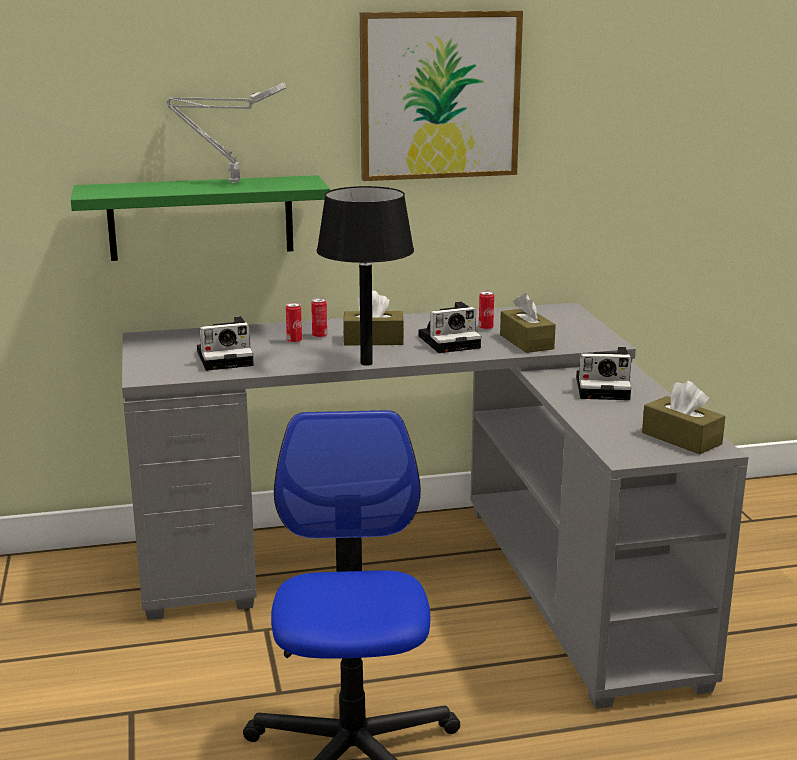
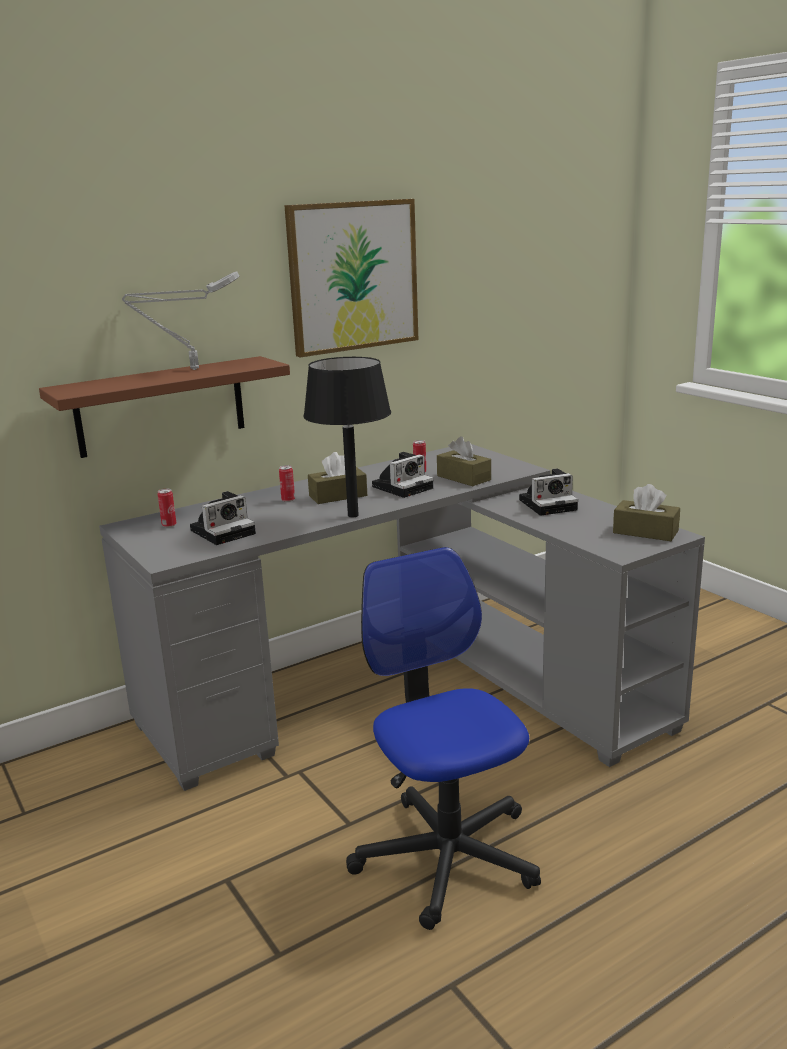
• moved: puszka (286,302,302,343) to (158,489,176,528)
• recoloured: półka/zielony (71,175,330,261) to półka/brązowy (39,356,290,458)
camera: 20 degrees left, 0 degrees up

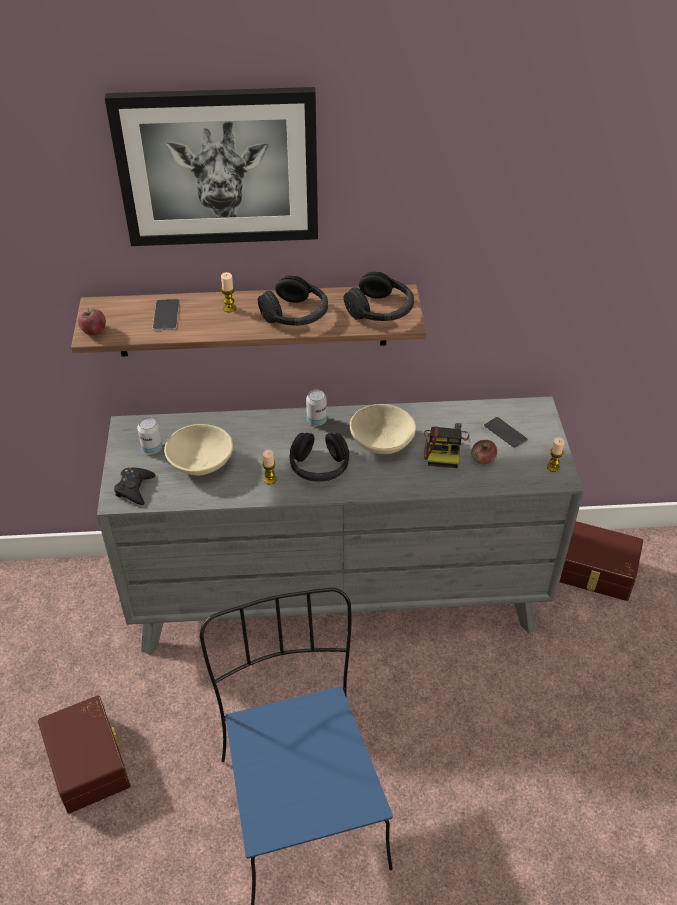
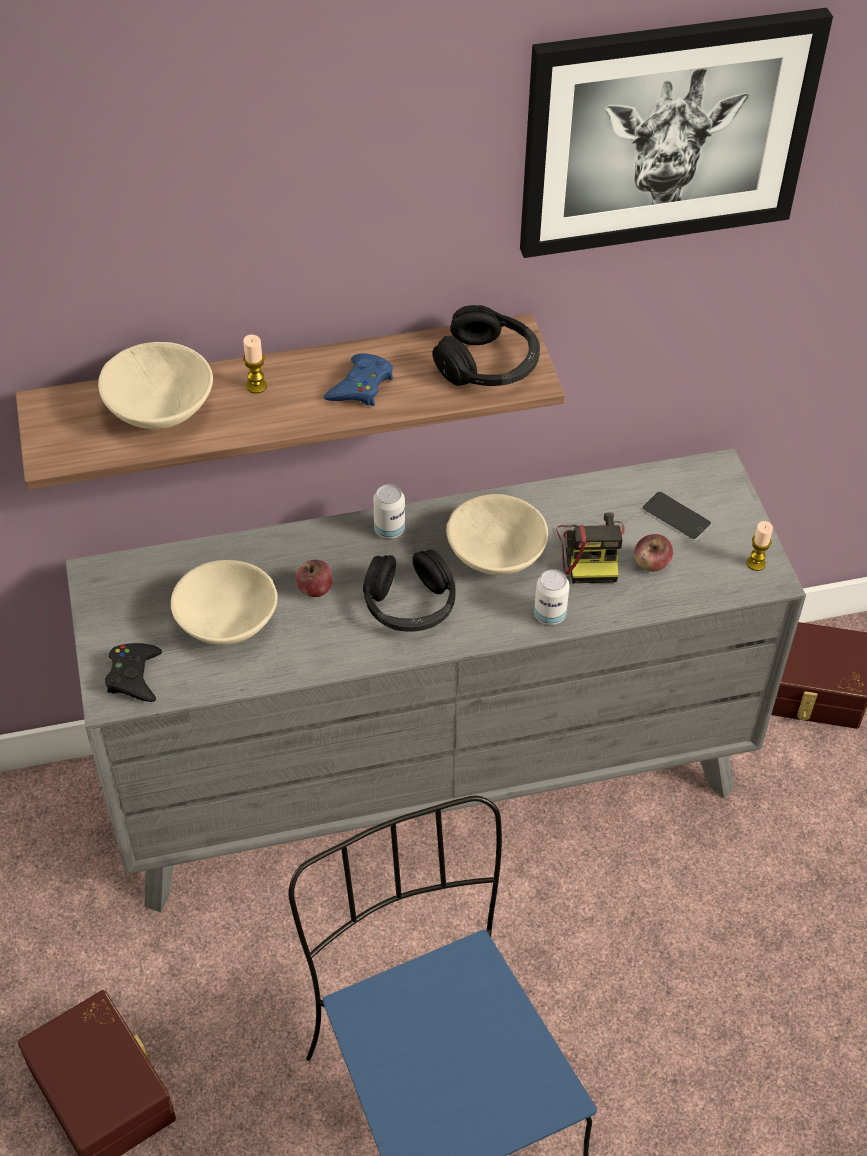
• removed: świeca (262,450,276,484)
• moved: jabłko (78,309,106,336) to (295,560,333,597)
• moved: obraz (105,87,318,246) to (520,8,833,258)
• moved: puszka (137,417,162,454) to (534,569,570,625)
• replaced: telefon (153,299,180,330) to miska/beżowy (98,342,213,429)
• replaced: słuchawki/czarny (258,275,328,326) to pad do gier/niebieski (324,354,393,406)
camera: 10 degrees left, 5 degrees up

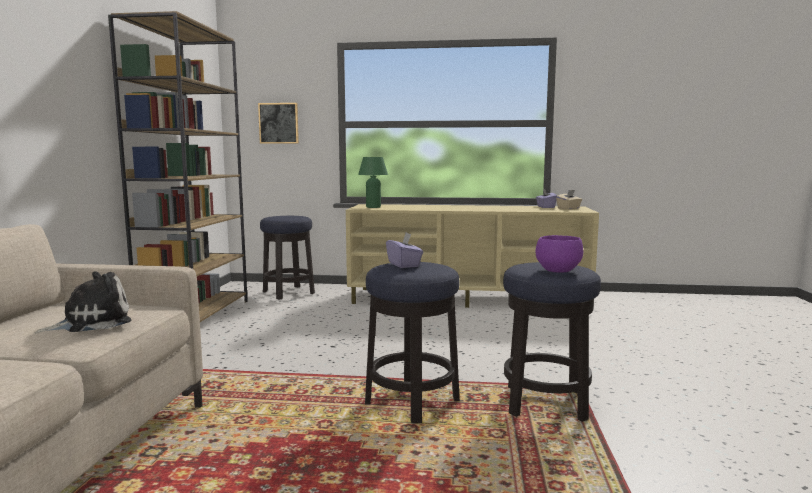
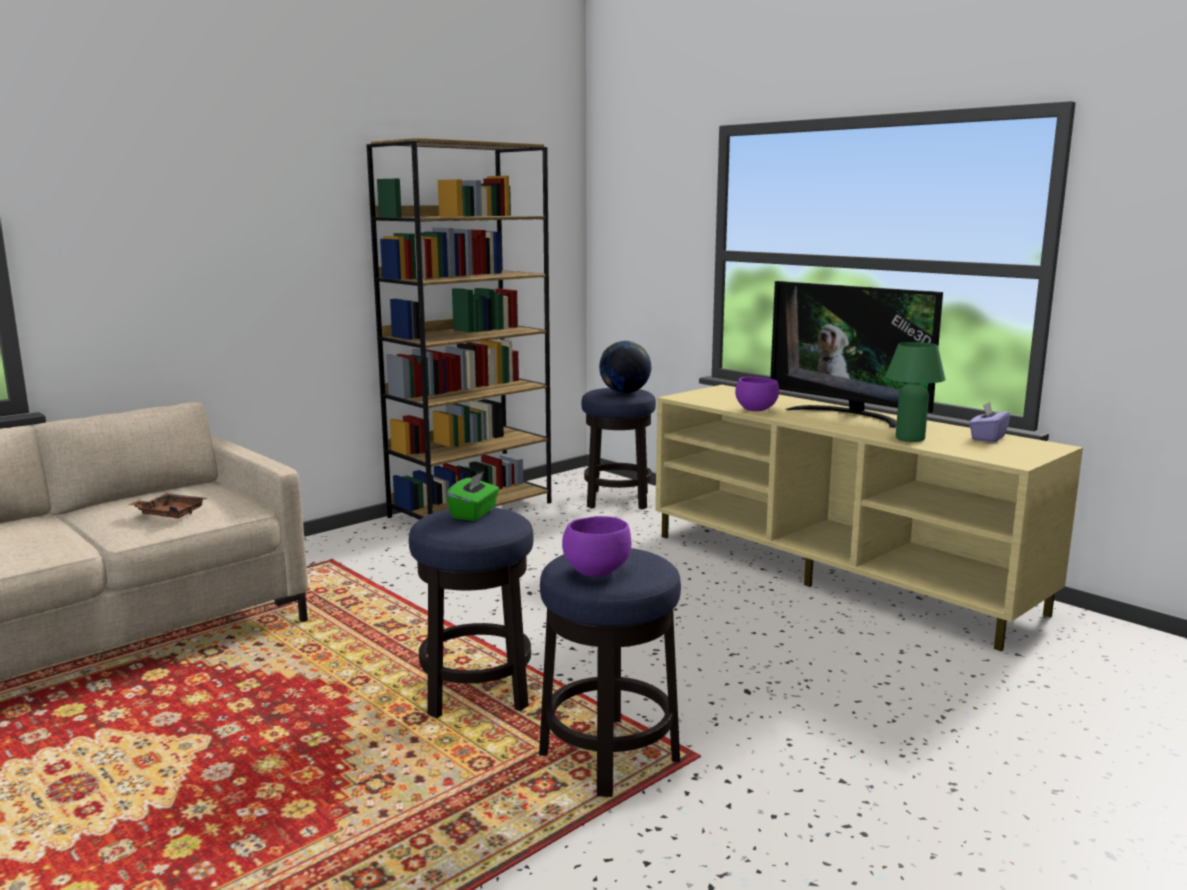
• removed: obraz (258,103,299,144)
• removed: pudełko chusteczek/beżowy (556,190,582,210)
• added: globus (599,341,652,393)
• added: miska/fioletowy (735,377,779,411)
• added: telewizor (770,281,943,428)
• moved: lampa stołowa/zielony (358,157,388,208) to (885,342,946,442)
• replaced: pluszak (34,271,131,333) to taca/brązowy (128,493,207,518)
• recoloured: pudełko chusteczek/fioletowy (386,233,423,268) to pudełko chusteczek/zielony (446,471,499,521)
camera: 40 degrees right, 5 degrees up

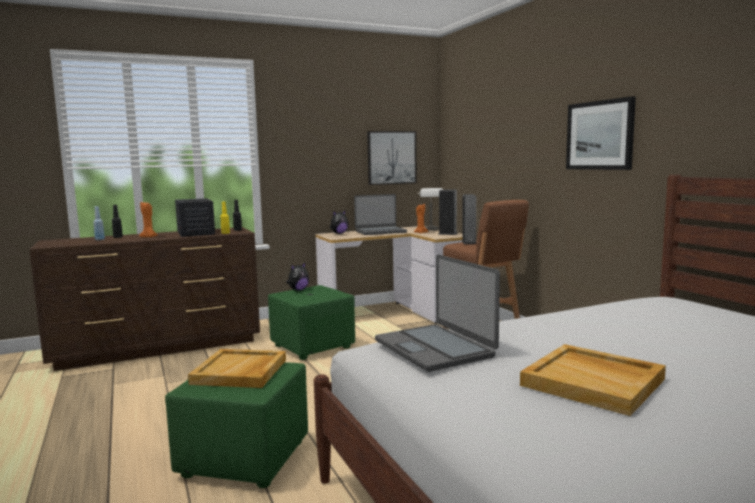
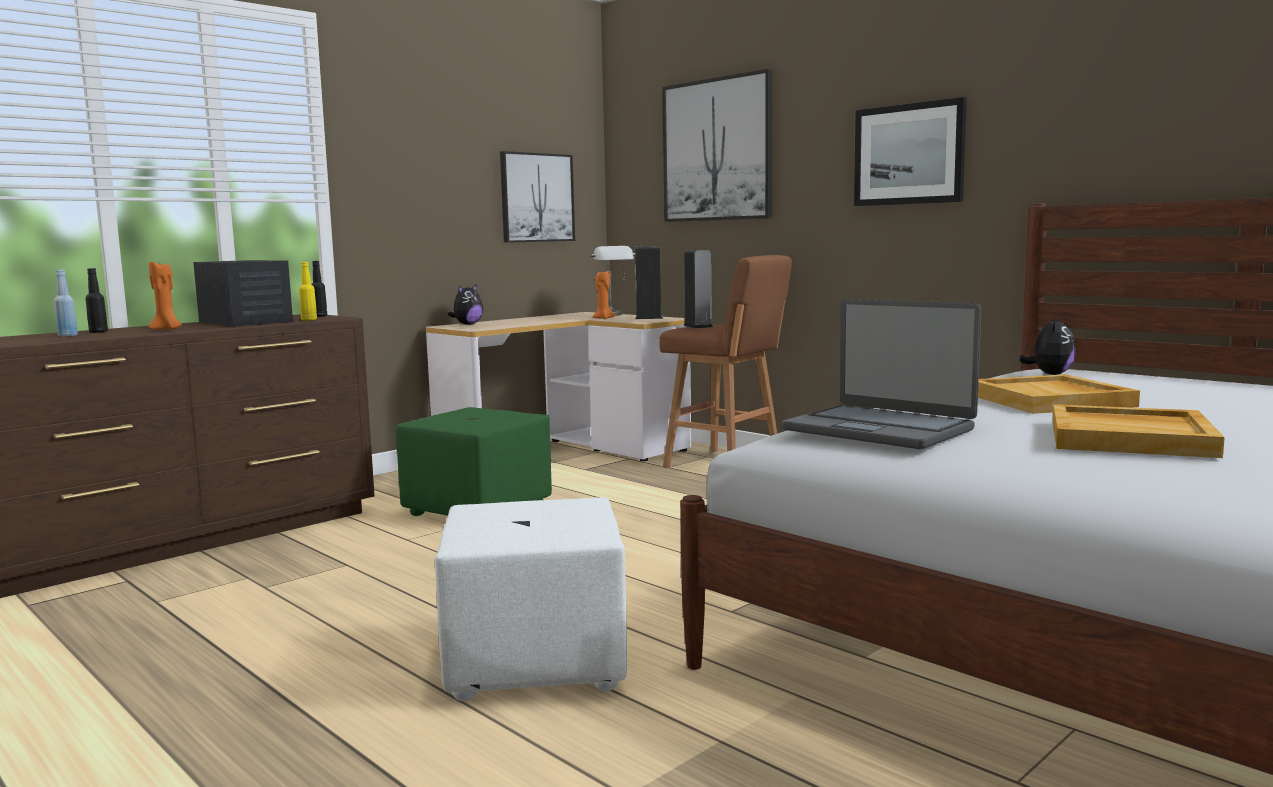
• removed: laptop (354,194,407,235)
• added: obraz (662,69,773,222)
• moved: taca/beżowy (188,349,286,388) to (978,374,1140,414)
• moved: pluszak (286,263,309,291) to (1019,315,1076,375)
• recoloured: pufa/zielony (165,362,308,488) to pufa/biały (435,497,627,701)
camera: 20 degrees left, 0 degrees up

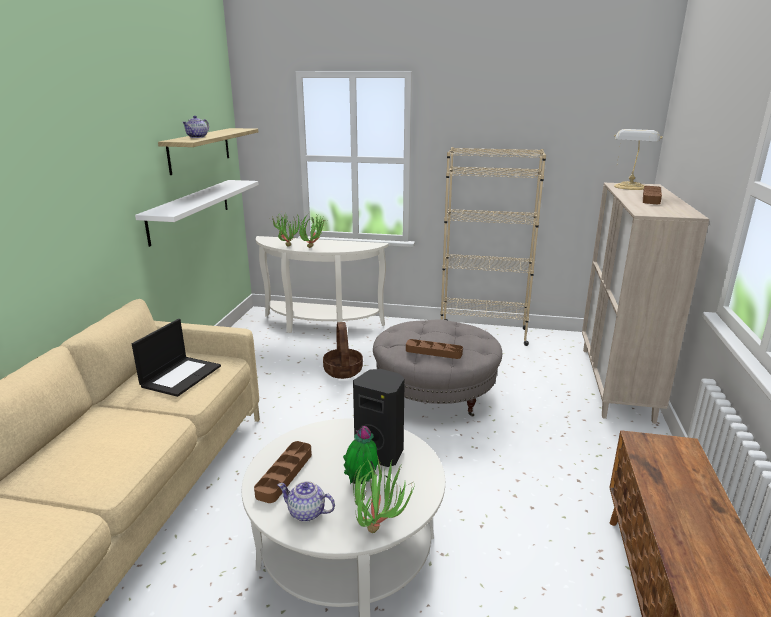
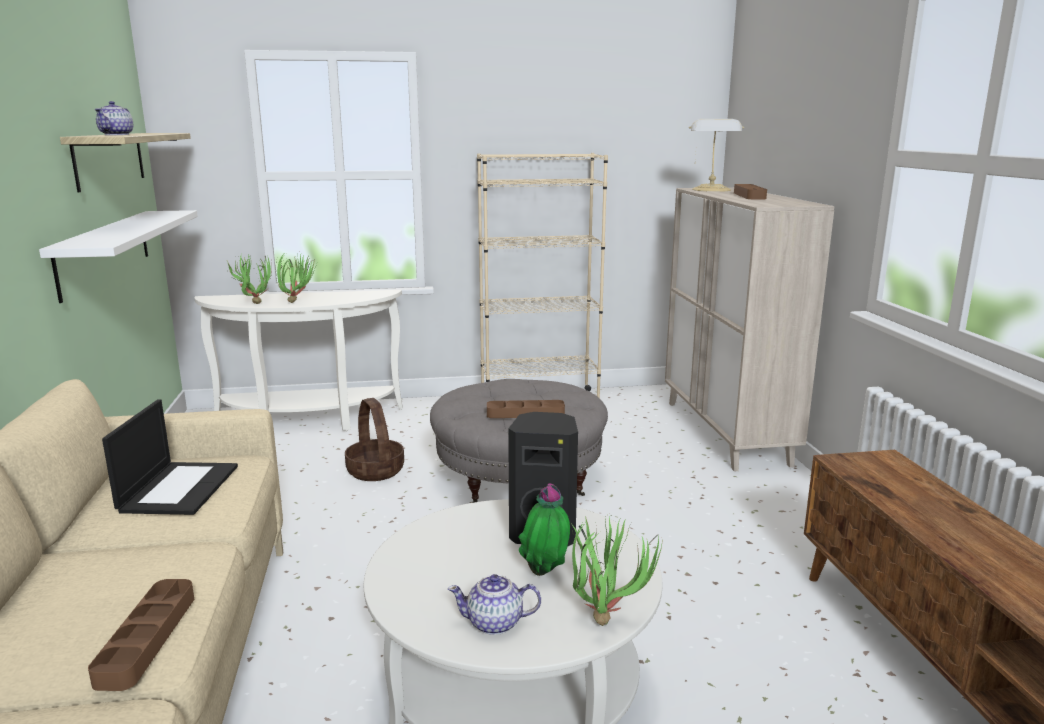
• moved: taca/brązowy (254,441,312,503) to (88,579,194,691)
camera: 20 degrees left, 5 degrees down

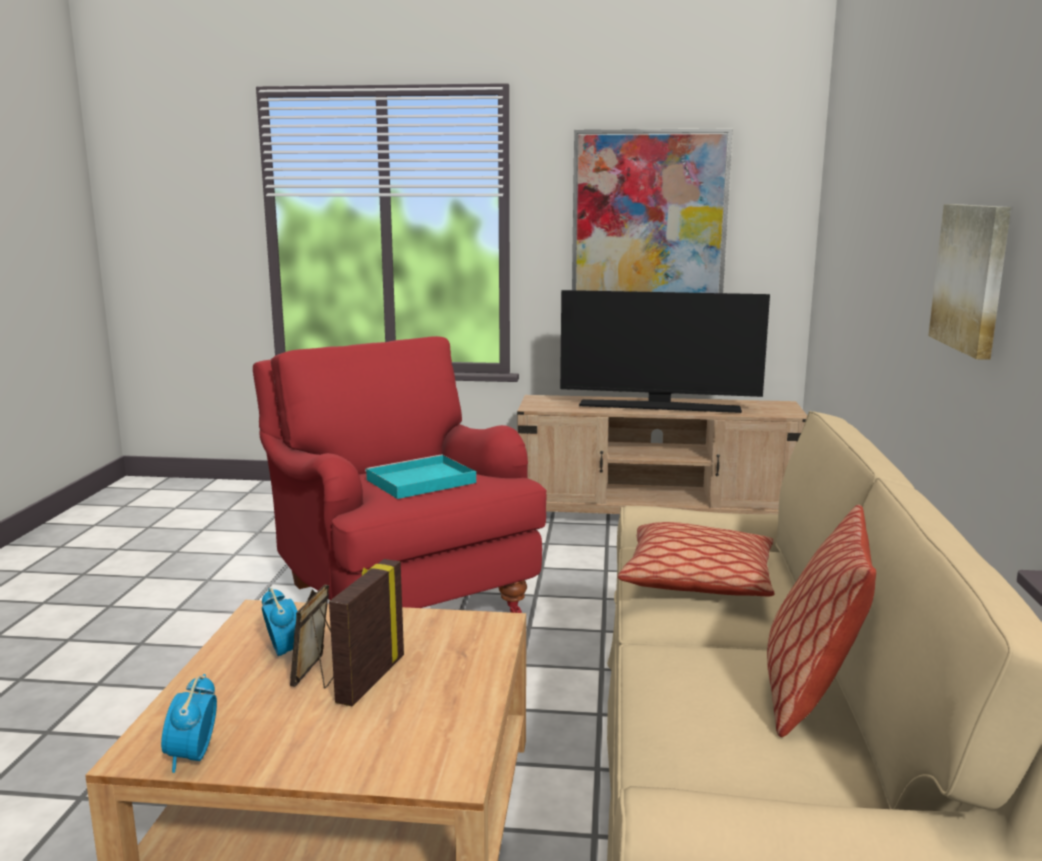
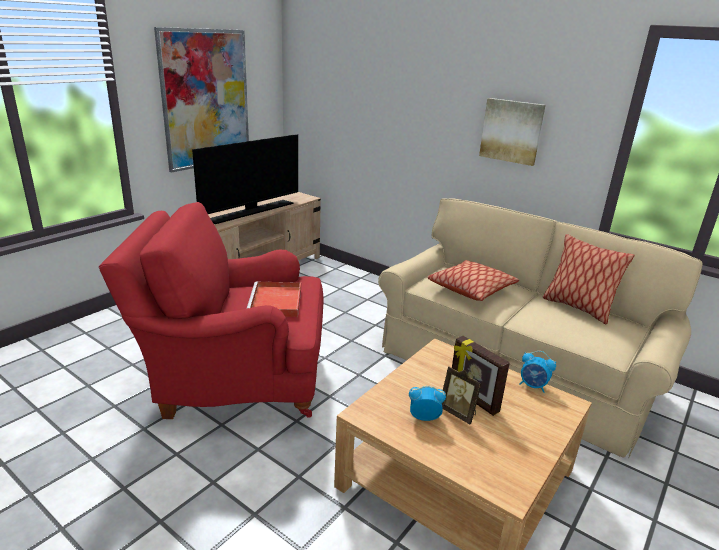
• moved: budzik (161,674,217,773) to (519,351,556,393)
• recoloured: taca/turkusowy (365,454,476,499) to taca/czerwony (247,281,301,317)
camera: 60 degrees left, 10 degrees up

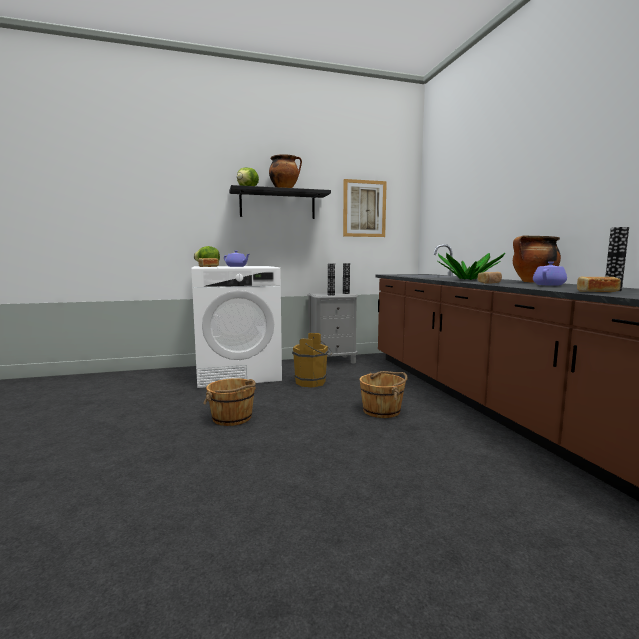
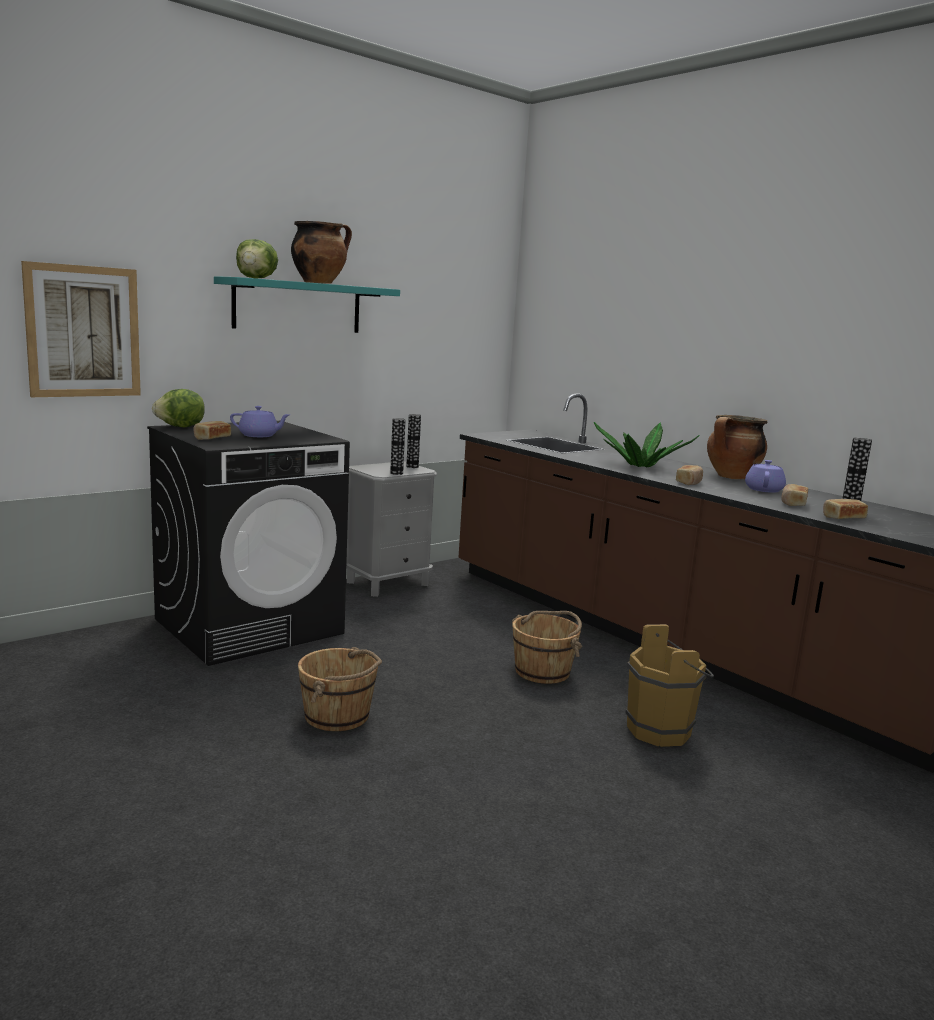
• added: chleb (781,484,808,506)
• moved: wiadro/brązowy (292,333,332,387) to (626,624,714,747)
• moved: obraz (343,179,387,237) to (21,261,141,397)
• recoloured: pralka/biały (191,266,282,388) to pralka/czarny (147,421,350,666)
• recoloured: półka/czarny (229,185,331,219) to półka/turkusowy (214,276,400,333)
camera: 25 degrees left, 5 degrees up

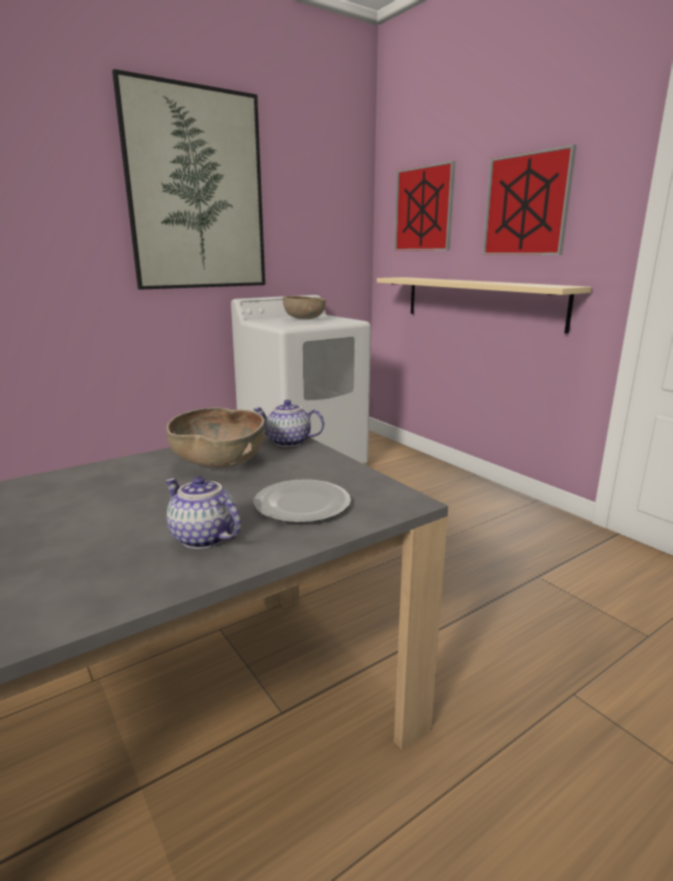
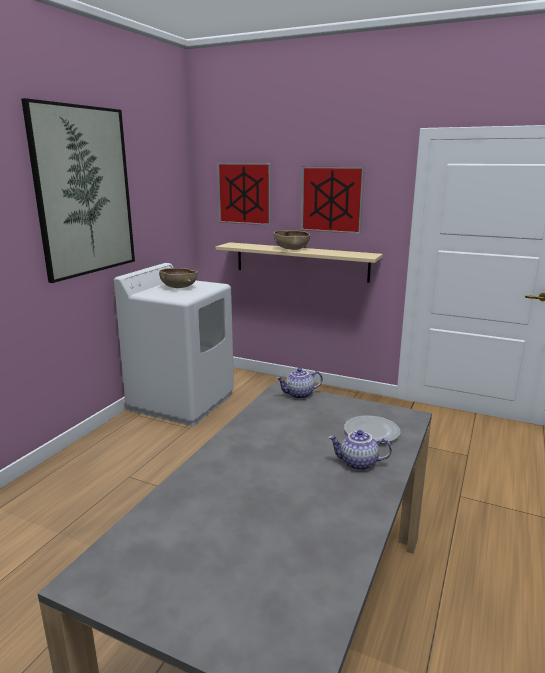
• moved: miska/brązowy (166,407,265,468) to (274,230,310,250)
camera: 30 degrees left, 0 degrees up

